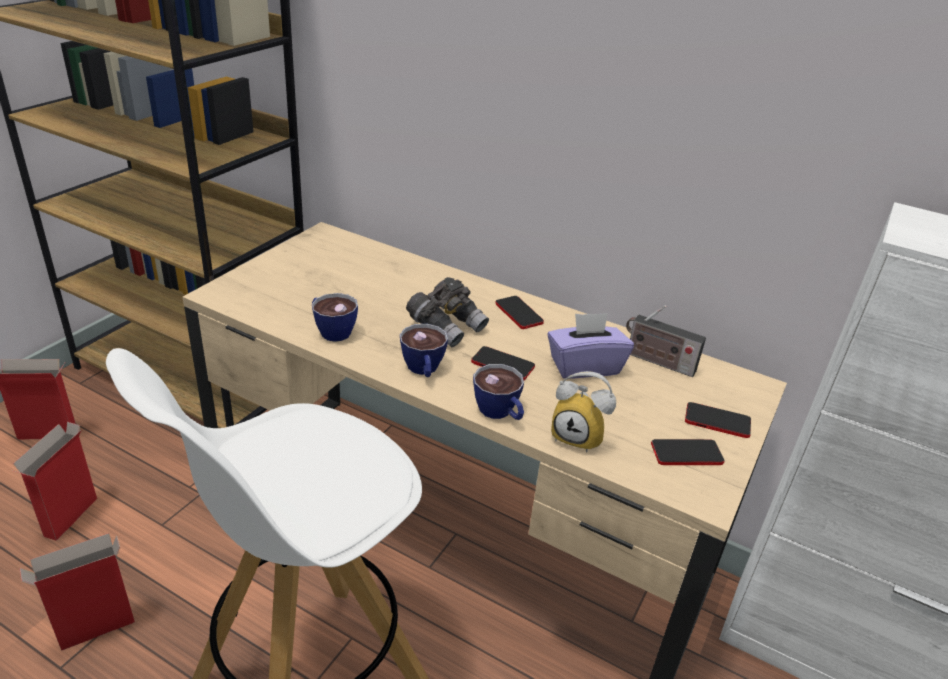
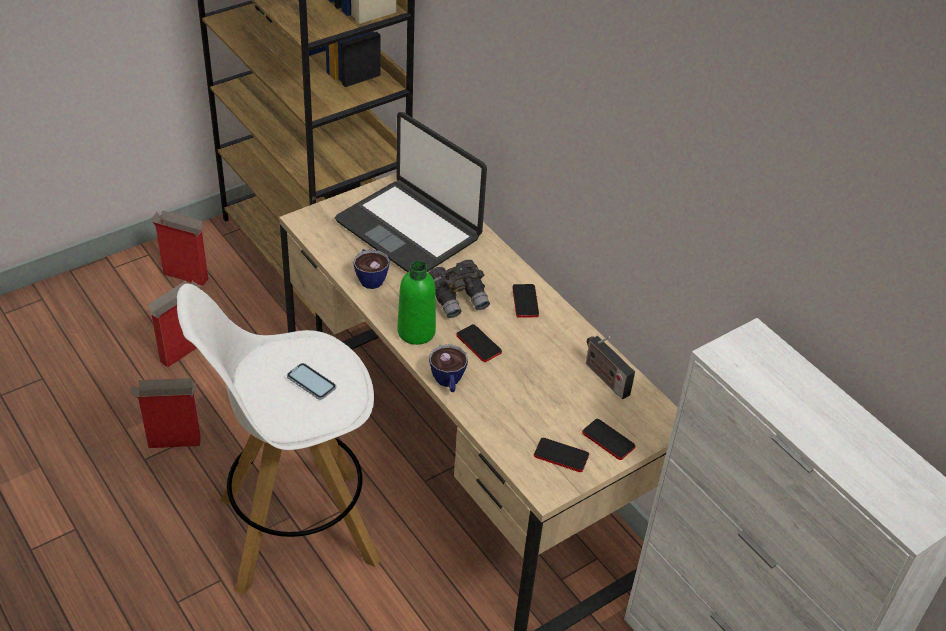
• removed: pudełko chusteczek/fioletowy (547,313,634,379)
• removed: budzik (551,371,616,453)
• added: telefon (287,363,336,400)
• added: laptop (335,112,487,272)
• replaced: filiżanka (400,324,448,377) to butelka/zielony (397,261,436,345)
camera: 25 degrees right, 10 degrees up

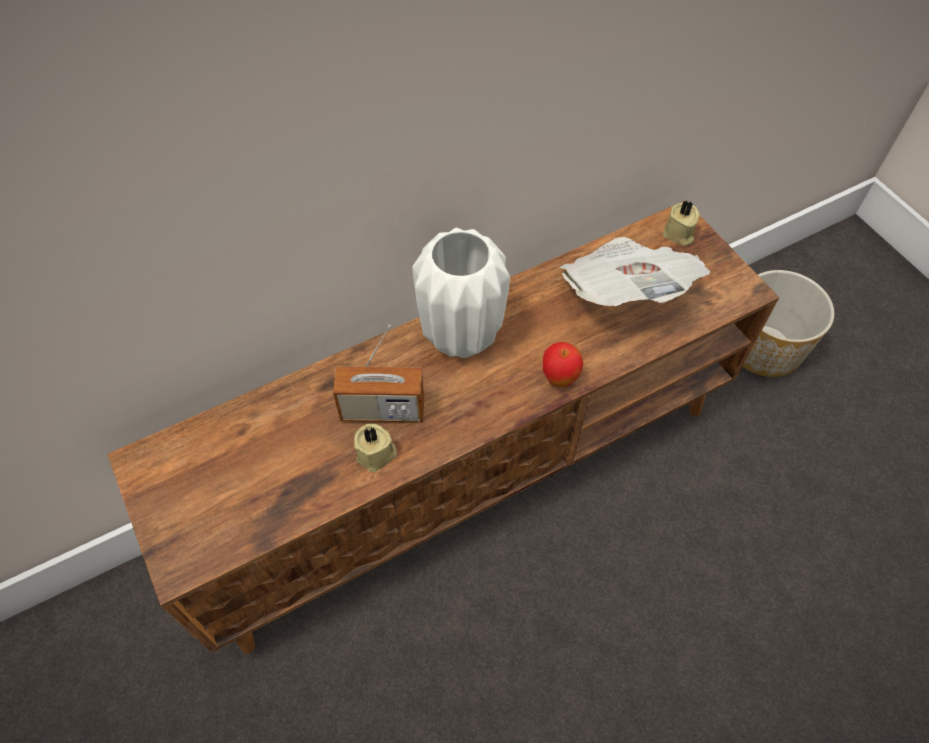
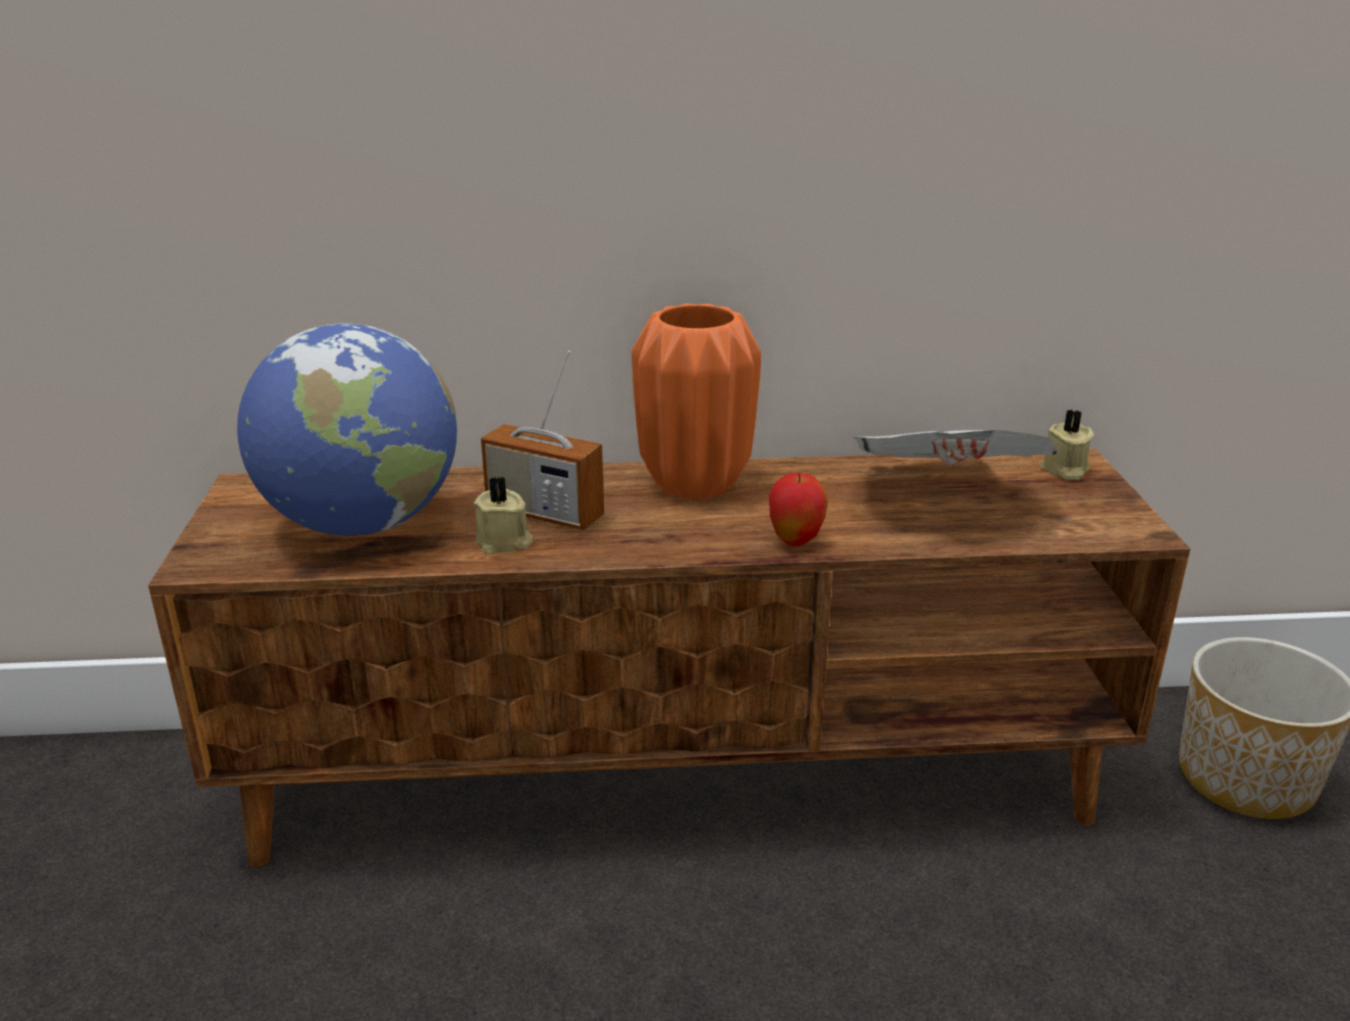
• added: globus (237,323,457,536)
• recoloured: wazon/biały (412,228,510,358) to wazon/pomarańczowy (631,303,761,499)
camera: 25 degrees right, 30 degrees down

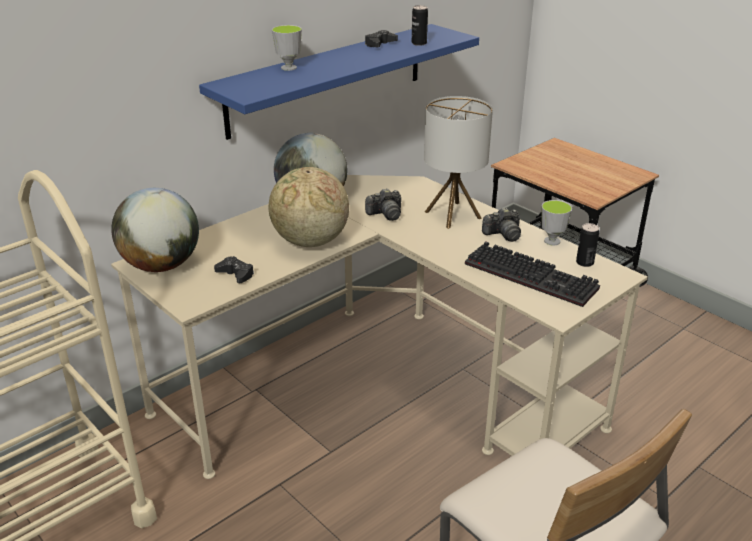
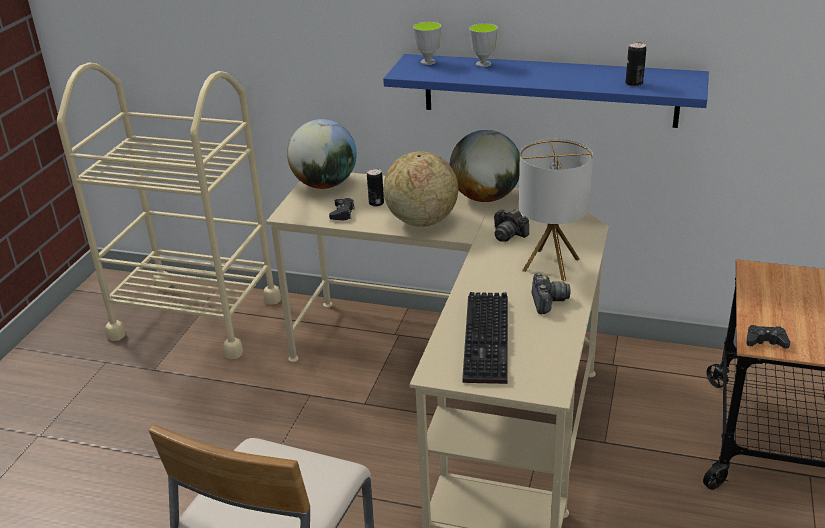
• moved: pad do gier/czarny (365,30,398,47) to (746,325,790,349)
• moved: filiżanka (541,200,572,246) to (413,22,441,65)
• moved: puszka (576,223,599,267) to (367,168,384,206)
• turned: aparat fotograficzny (482,207,521,242) = (532,273,571,314) 135 degrees counterclockwise
camera: 60 degrees right, 0 degrees up

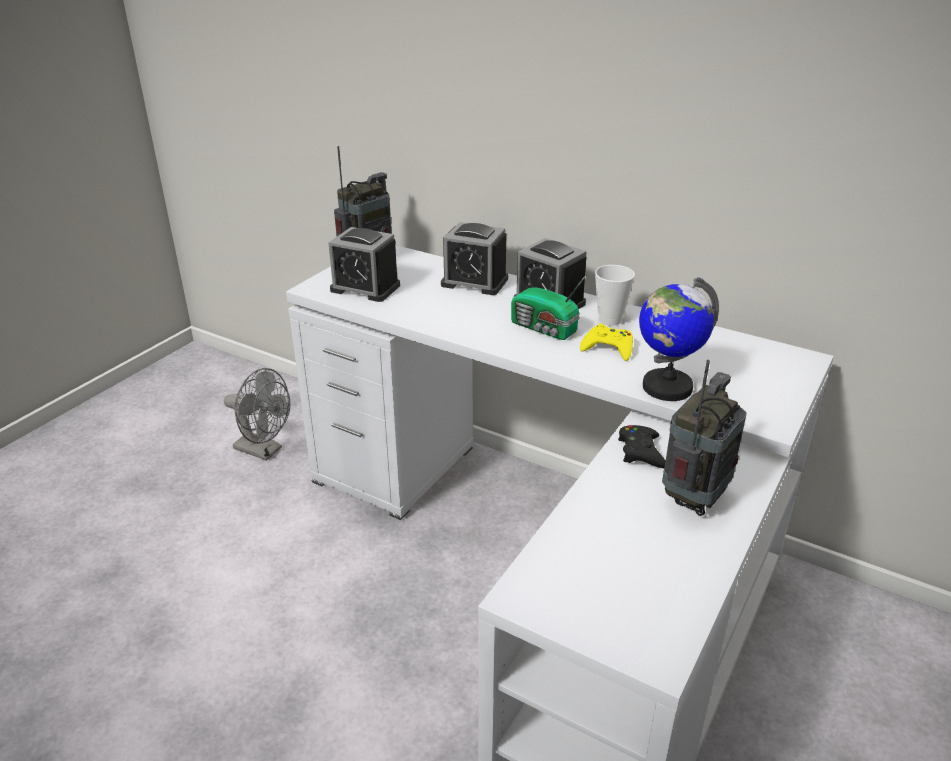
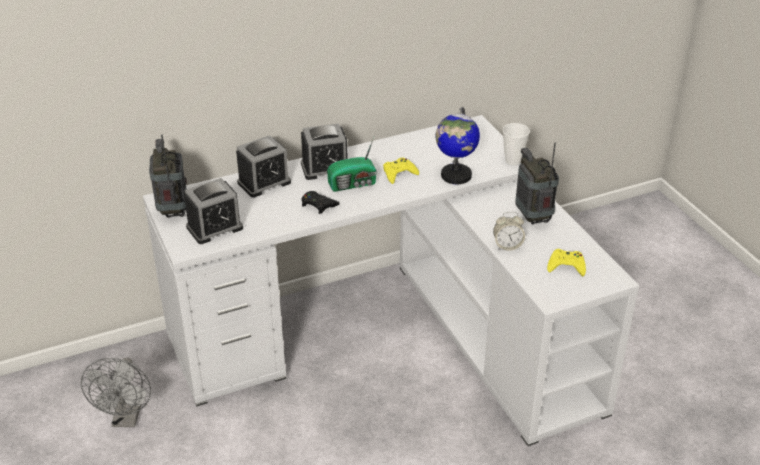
• added: budzik (493,212,525,251)
• added: pad do gier/żółty (547,249,586,276)
• moved: filiżanka (595,265,635,326) to (502,123,530,165)
• moved: pad do gier/czarny (618,425,666,468) to (302,191,340,214)
• turned: wentylator/szary (224,368,290,461) = (81,357,151,427) 120 degrees clockwise
camera: 55 degrees left, 5 degrees up

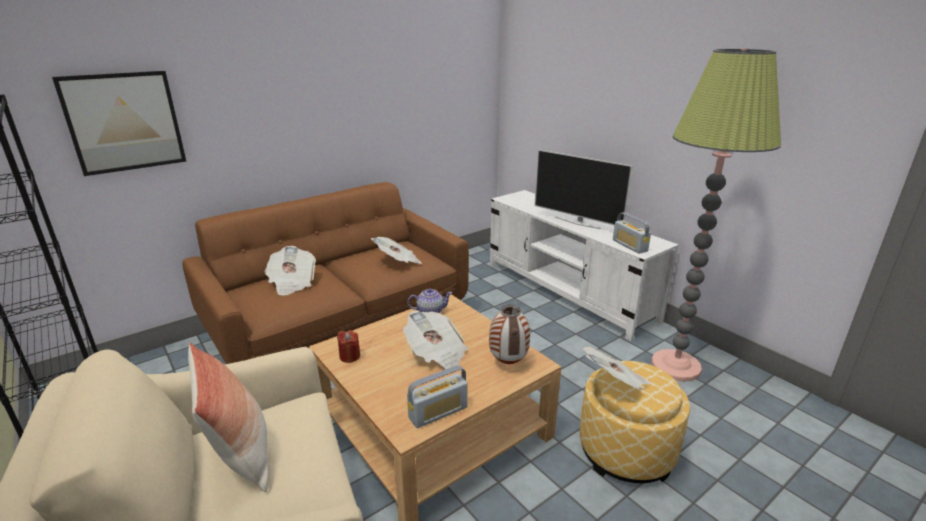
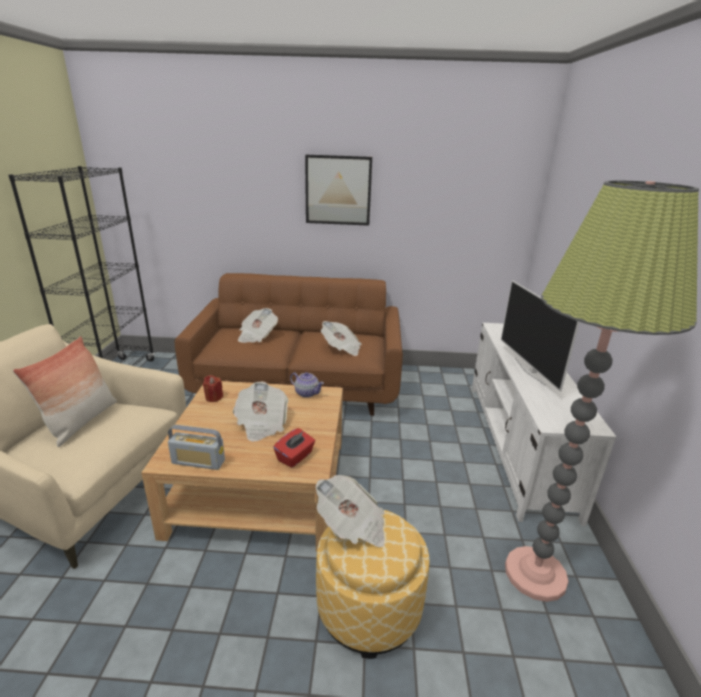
• removed: radio (613,212,651,254)
• moved: obraz (52,71,186,176) to (305,155,372,226)
• replaced: wazon (489,305,530,364) to pudełko chusteczek/czerwony (273,428,315,468)
camera: 40 degrees right, 0 degrees up

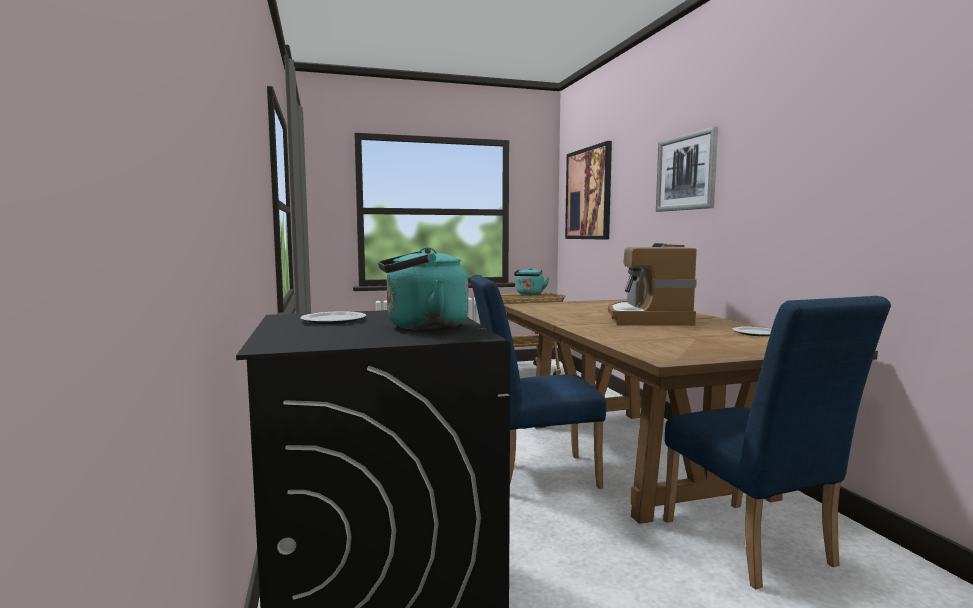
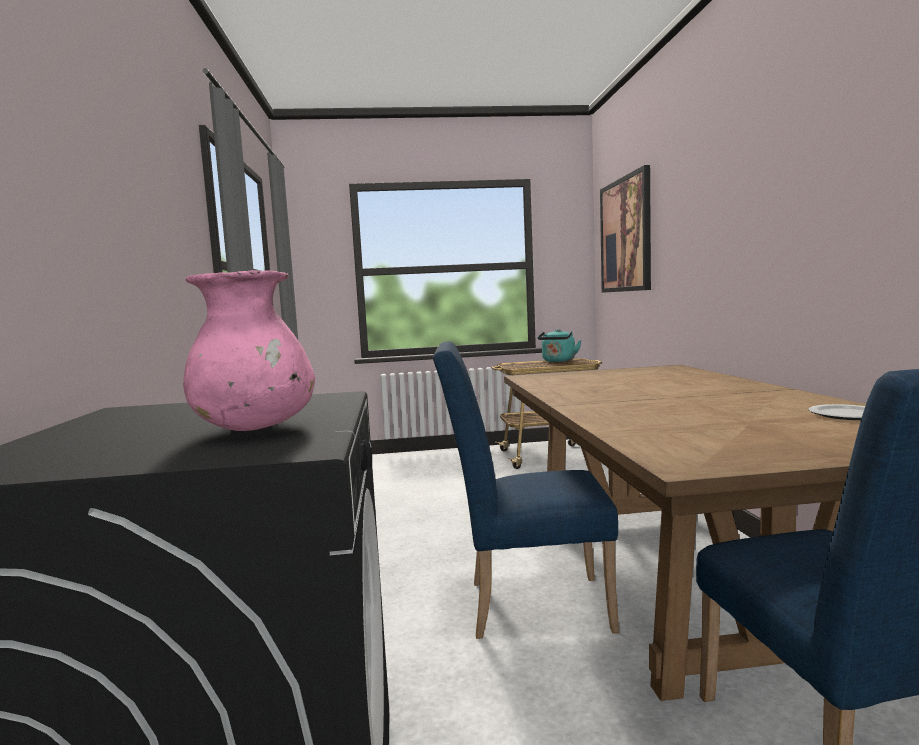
• removed: talerz (300,311,366,324)
• removed: ekspres do kawy (608,243,697,326)
• removed: obraz (656,126,718,212)
• replaced: czajnik/turkusowy (378,247,468,330) to wazon/różowy (183,270,315,431)
camera: 10 degrees right, 0 degrees up

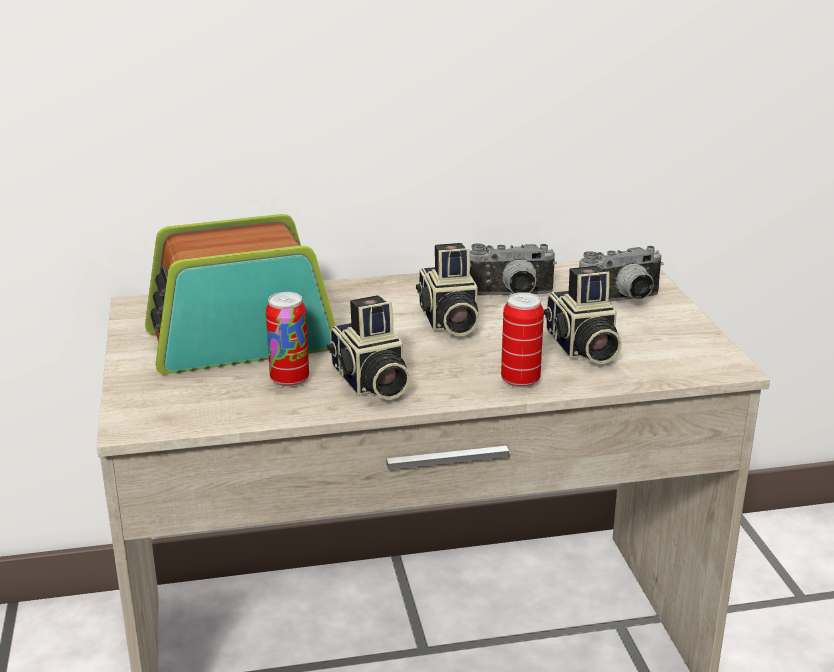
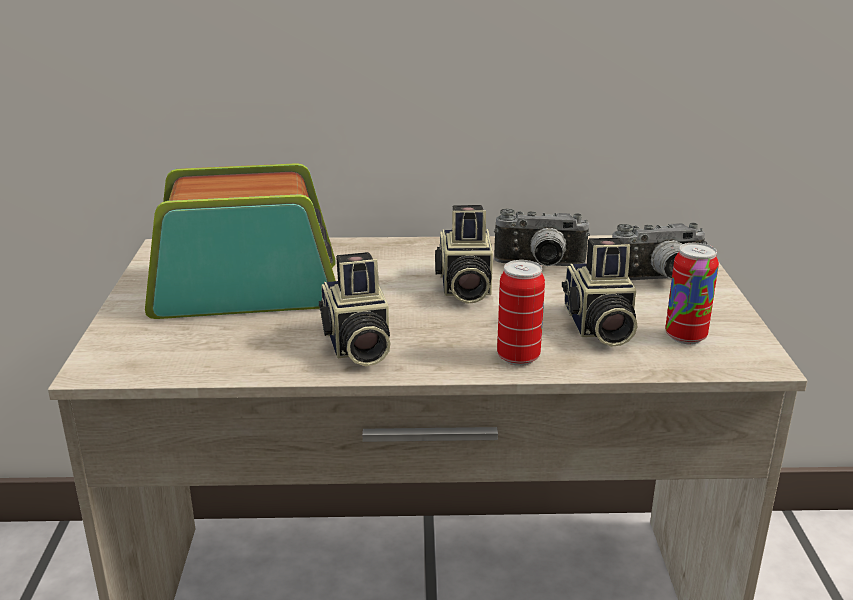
• moved: puszka (266,292,309,387) to (665,243,719,344)
camera: 10 degrees right, 0 degrees up

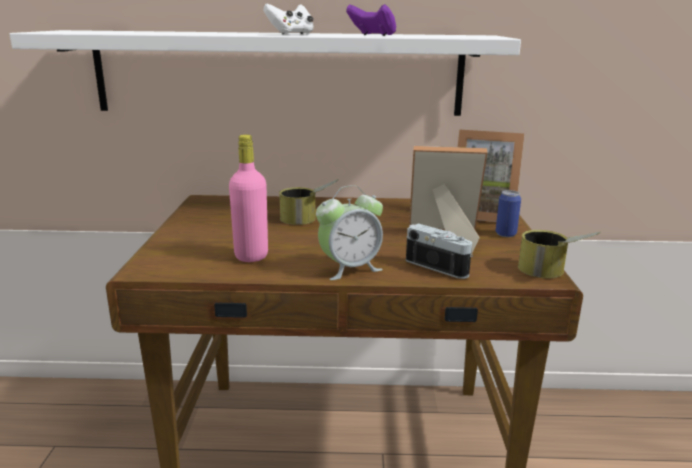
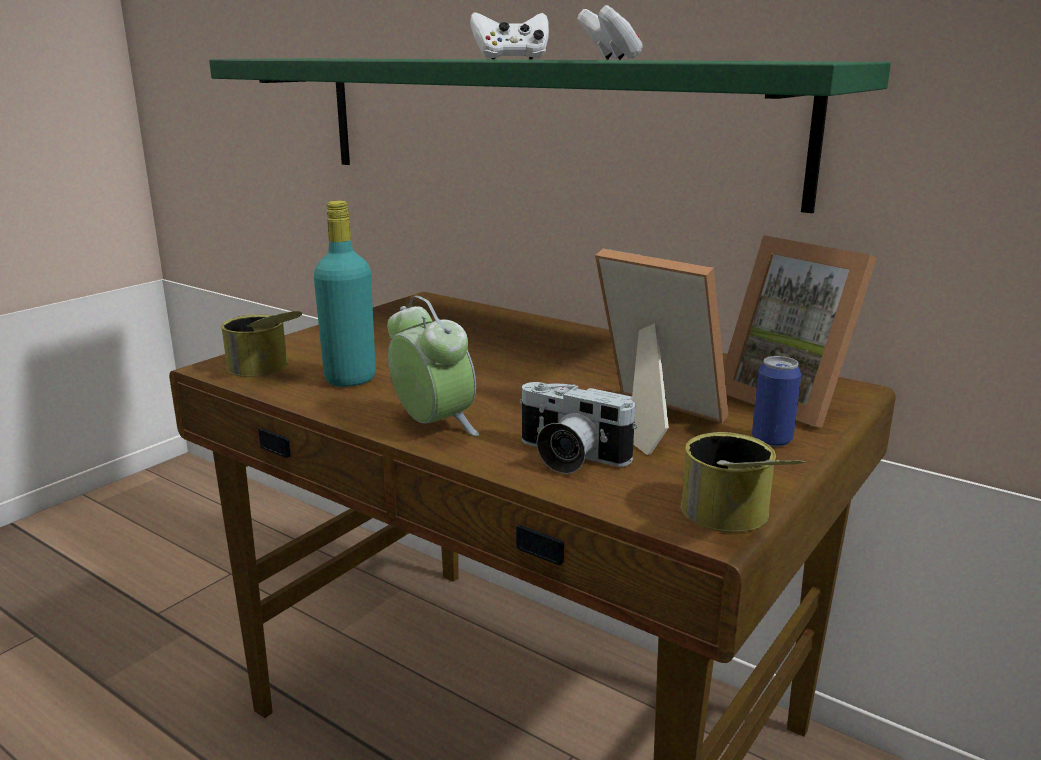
• moved: puszka (279,179,339,225) to (221,311,302,377)
• recoloured: półka/biały (9,30,521,116) to półka/zielony (209,58,891,213)
• recoloured: butelka/różowy (229,134,268,262) to butelka/turkusowy (314,201,376,387)
• recoloured: pad do gier/fioletowy (346,4,396,36) to pad do gier/biały (577,5,643,60)
• turned: budzik (316,185,383,280) = (387,296,479,436) 135 degrees counterclockwise
• turned: aparat fotograficzny (406,223,473,279) = (520,382,638,474) 135 degrees clockwise
camera: 35 degrees right, 0 degrees up

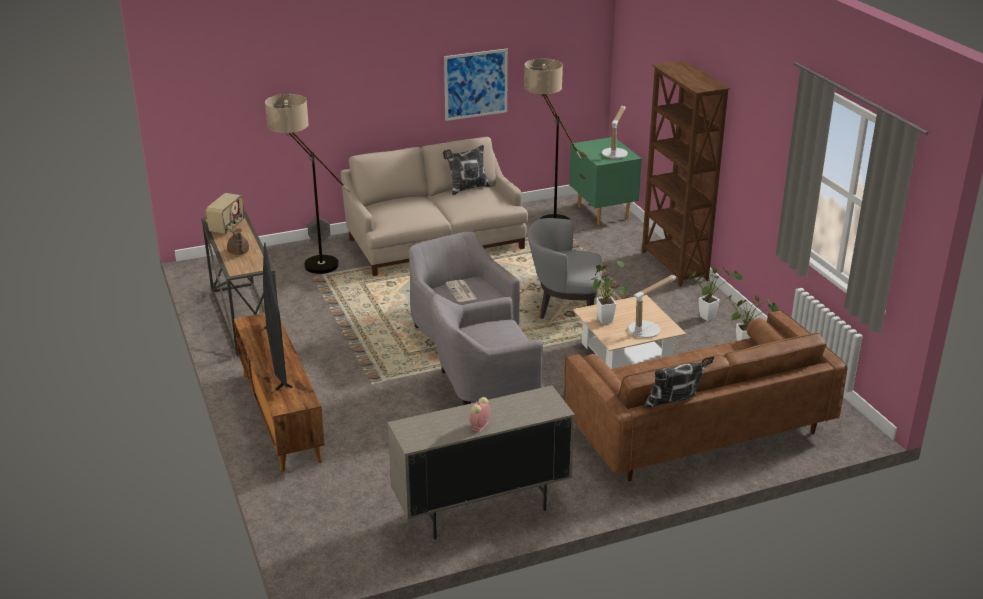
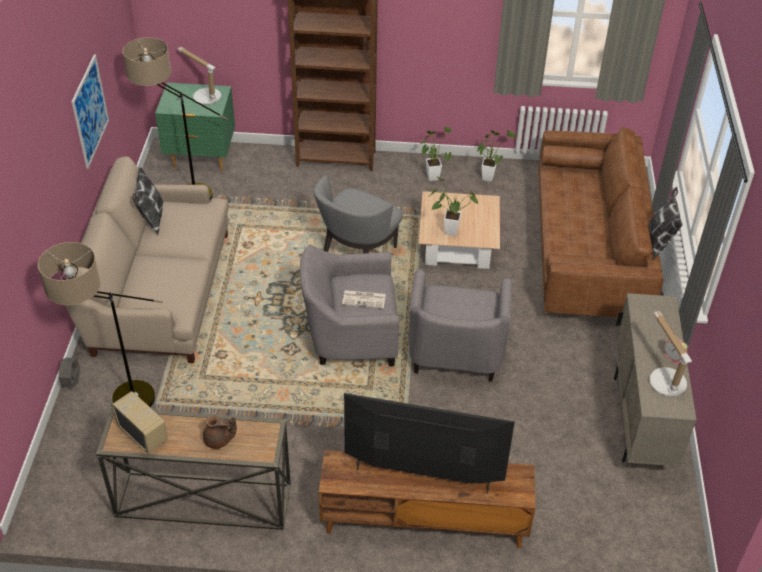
• moved: lampa stołowa (629,275,676,338) to (649,311,692,396)
camera: 65 degrees left, 15 degrees up

